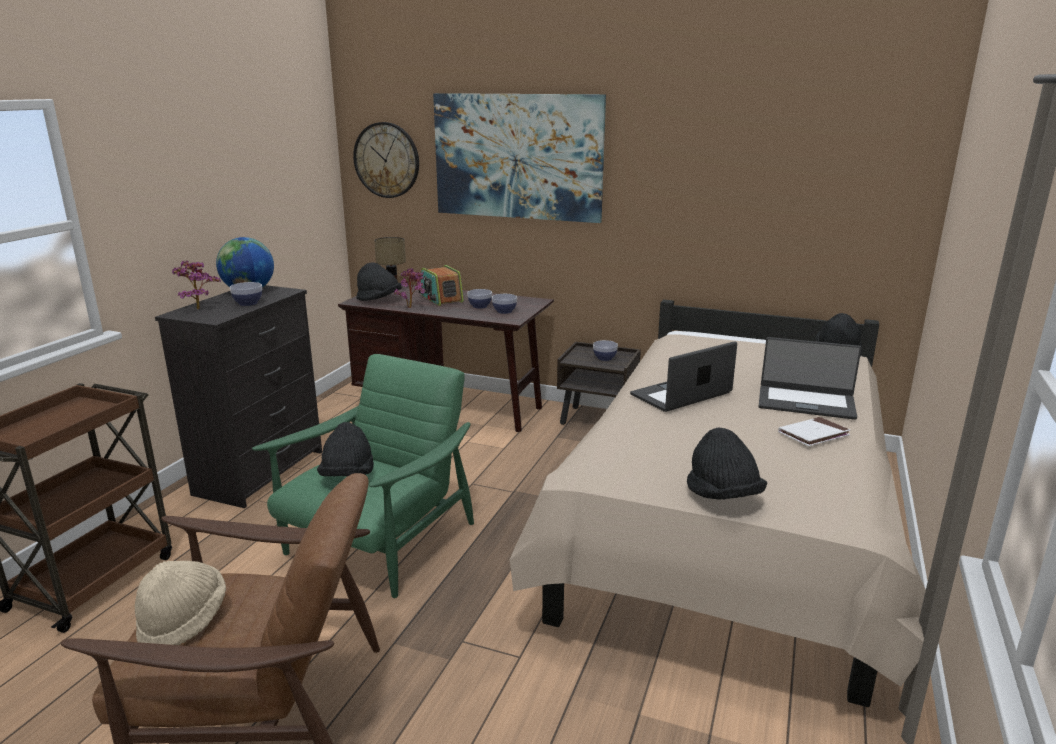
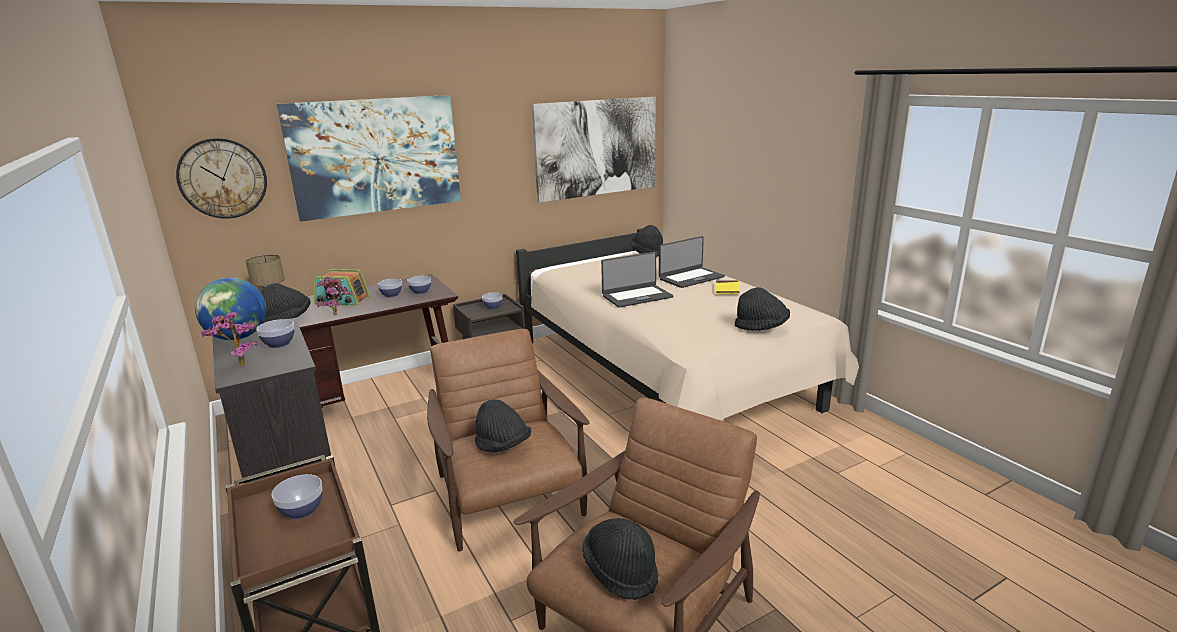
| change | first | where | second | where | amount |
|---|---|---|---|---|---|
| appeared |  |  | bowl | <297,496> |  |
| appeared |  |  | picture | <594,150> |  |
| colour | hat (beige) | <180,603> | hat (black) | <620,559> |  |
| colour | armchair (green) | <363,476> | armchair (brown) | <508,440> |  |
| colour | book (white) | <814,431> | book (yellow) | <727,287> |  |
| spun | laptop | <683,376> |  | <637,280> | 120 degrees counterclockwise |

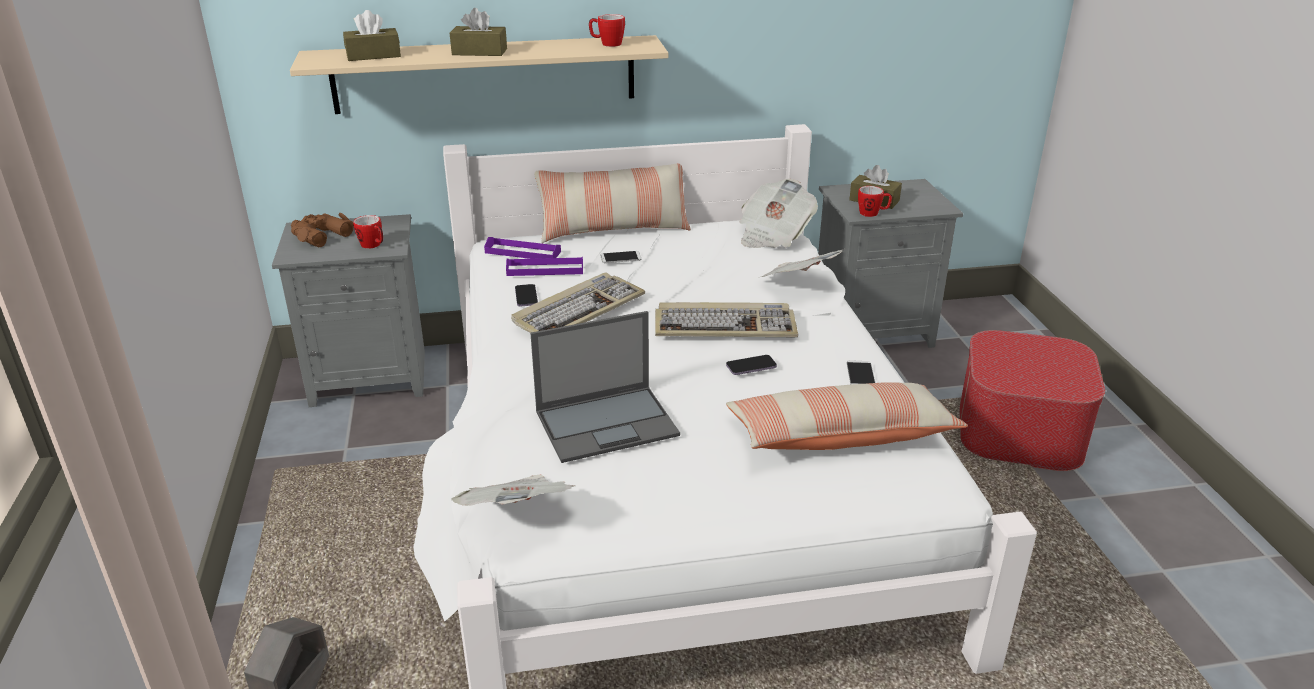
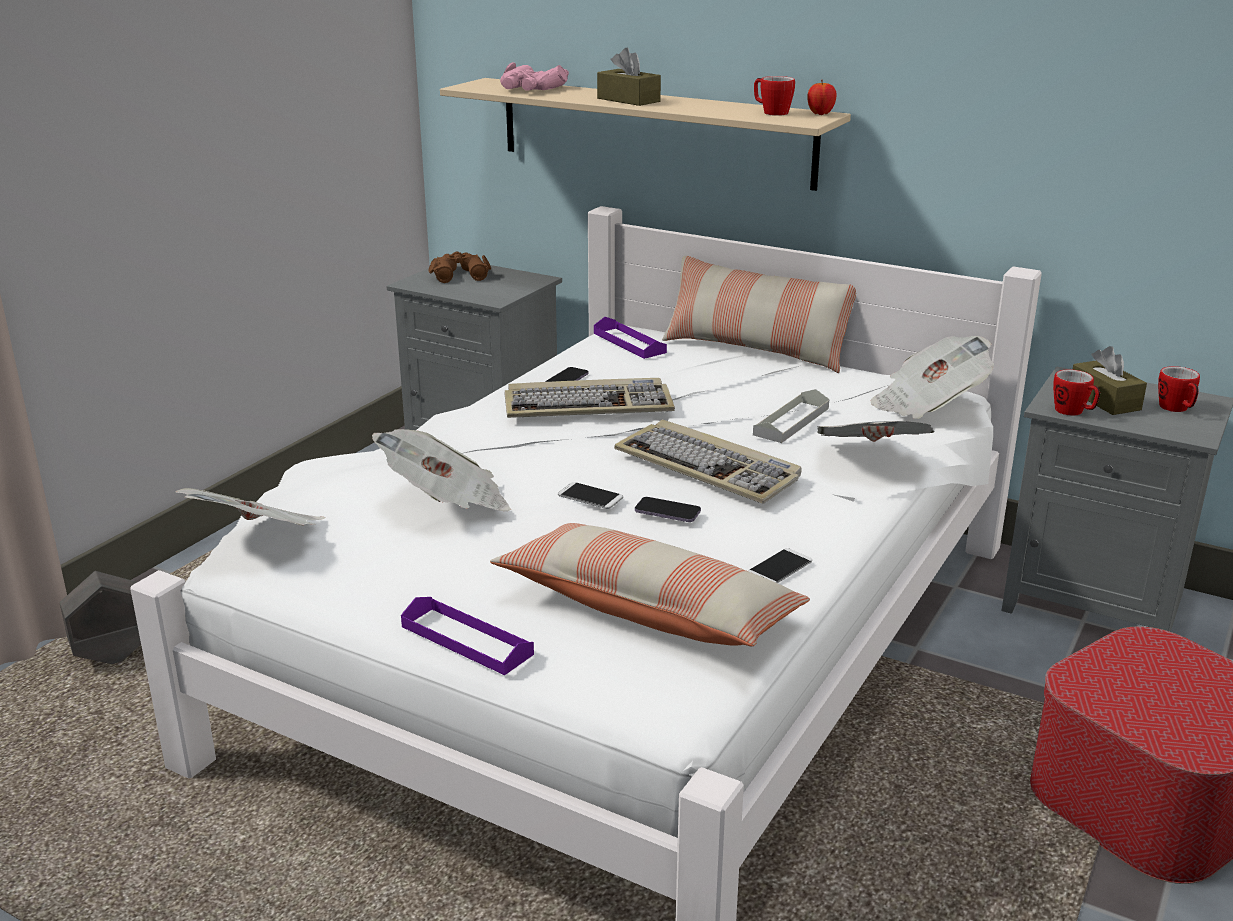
| change | first | where | second | where | amount |
|---|---|---|---|---|---|
| appeared |  |  | tray (grey) | <791,416> |  |
| appeared |  |  | apple | <822,97> |  |
| relocated | mug | <368,232> |  | <1179,389> |  |
| relocated | tray (purple) | <544,266> |  | <467,636> |  |
| relocated | phone | <620,257> |  | <590,495> |  |
| exchanged | tissue box (brown) | <372,35> | binoculars (pink) | <534,76> |  |
| exchanged | laptop | <605,387> | newspaper | <442,470> |  |

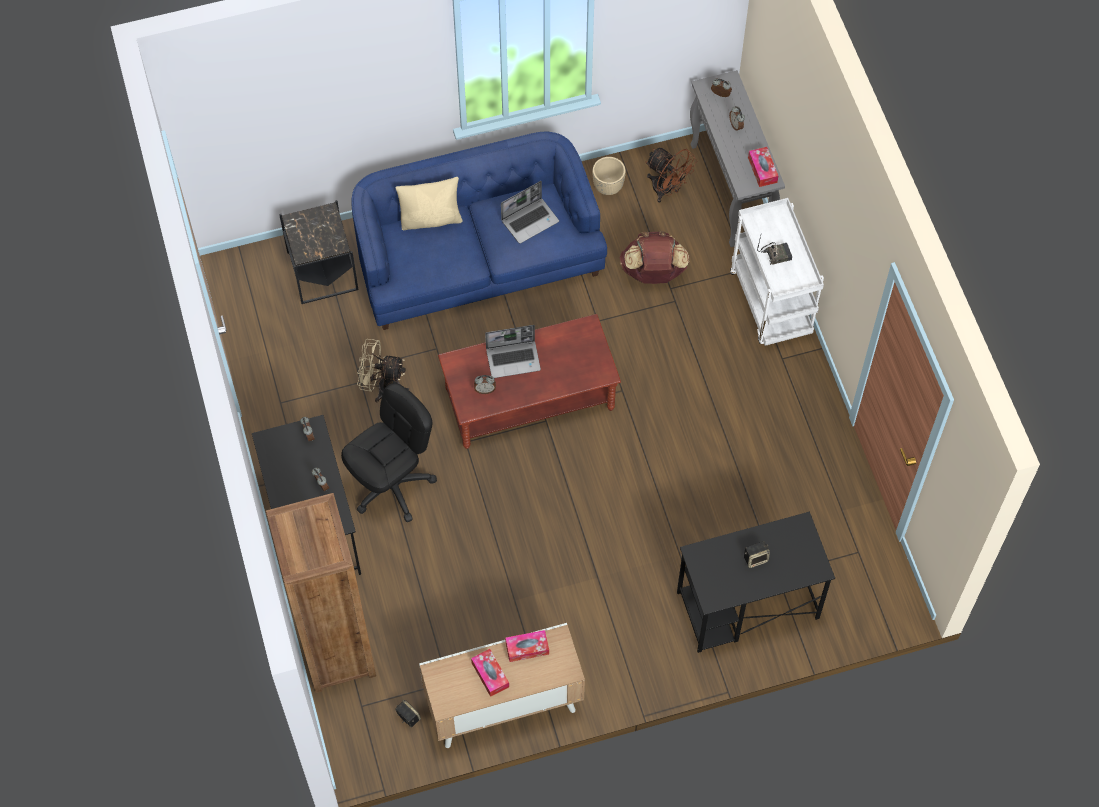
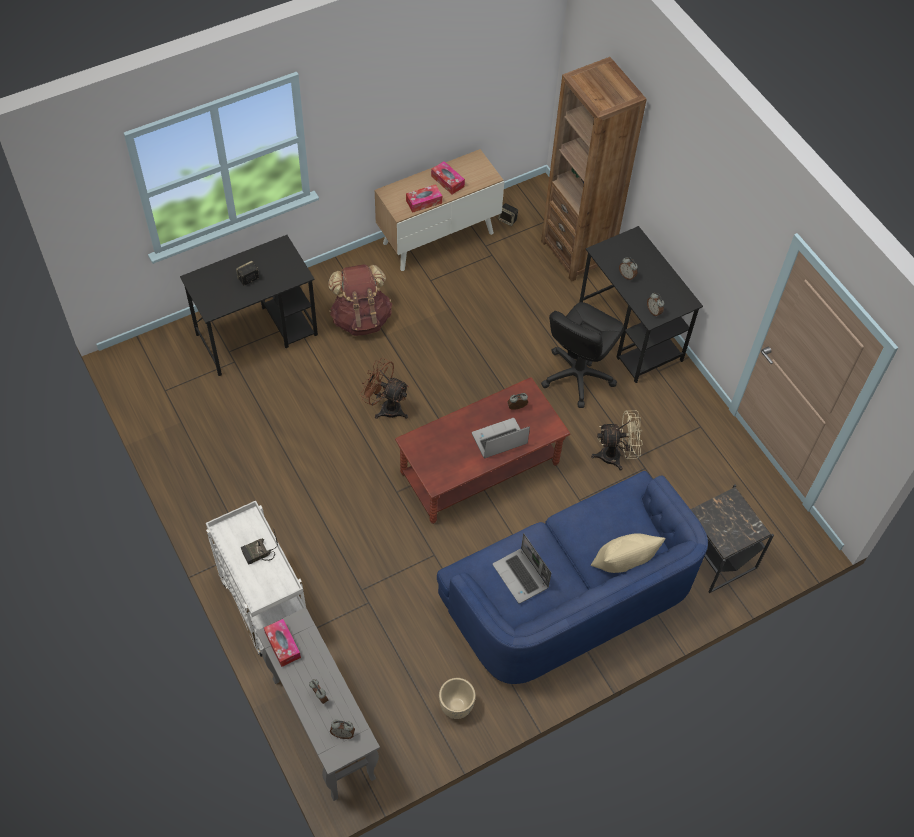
| change | first | where | second | where | amount |
|---|---|---|---|---|---|
| relocated | backpack (brown) | <655,257> |  | <360,300> |  |
| relocated | fan (brown) | <671,175> |  | <384,388> |  |
| spun | laptop | <530,212> |  | <522,569> | 75 degrees counterclockwise |

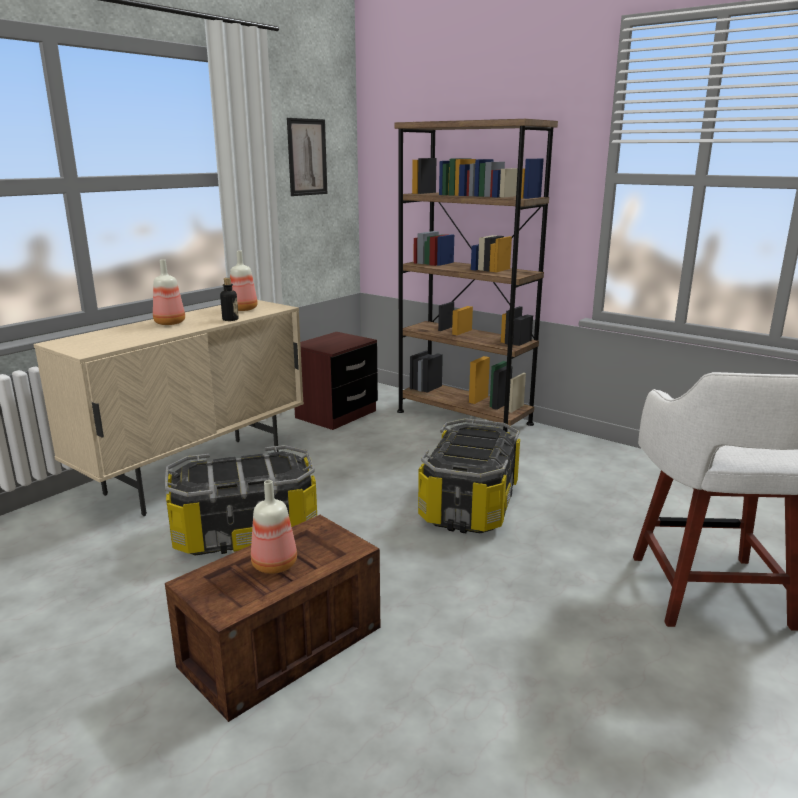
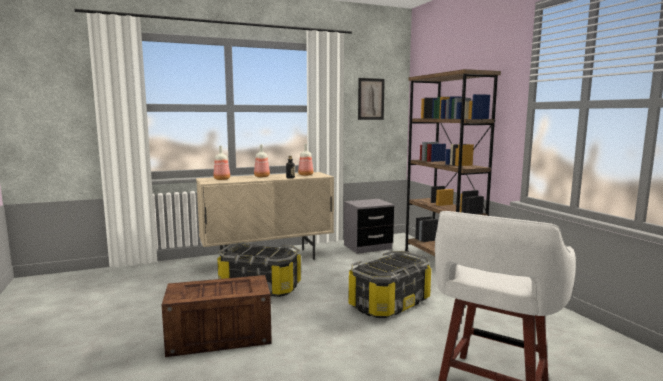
| change | first | where | second | where | amount |
|---|---|---|---|---|---|
| relocated | bottle | <274,527> |  | <221,163> |  |
| colour | nightstand (brown) | <336,381> | nightstand (grey) | <369,226> |  |

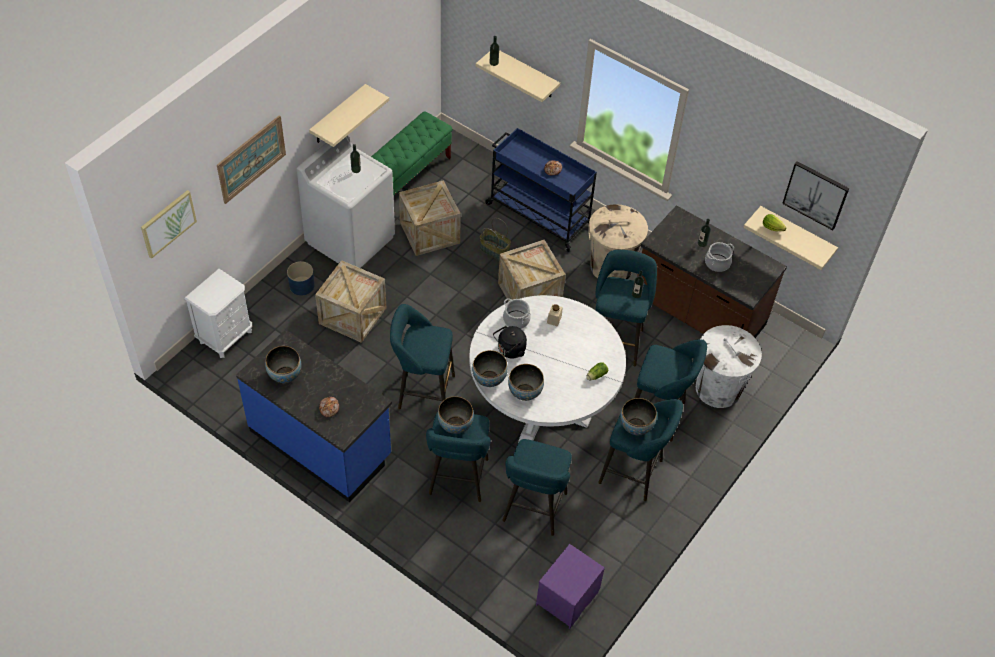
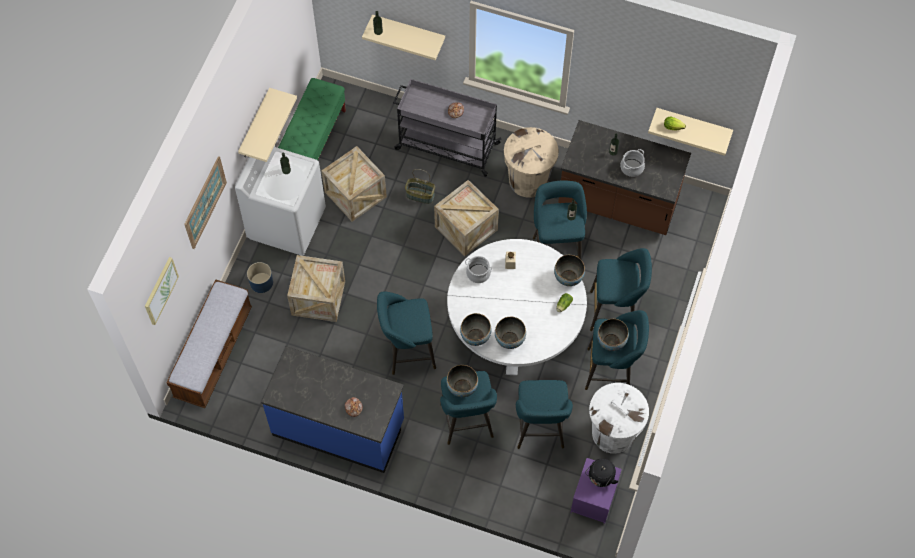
| change | first | where | second | where | amount |
|---|---|---|---|---|---|
| missing | picture | <815,195> |  |  |  |
| relocated | bowl | <283,364> |  | <569,270> |  |
| relocated | kettle (black) | <510,342> |  | <601,472> |  |
| relocated | trash can (white) | <729,366> |  | <619,418> |  |
| exchanged | nightstand (white) | <218,313> | bench | <209,343> |  |
| colour | cart (blue) | <541,190> | cart (grey) | <447,128> |  |

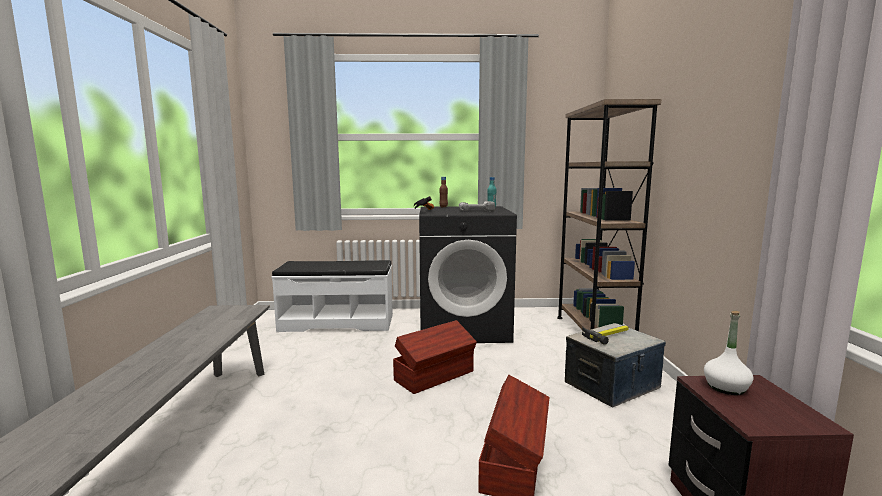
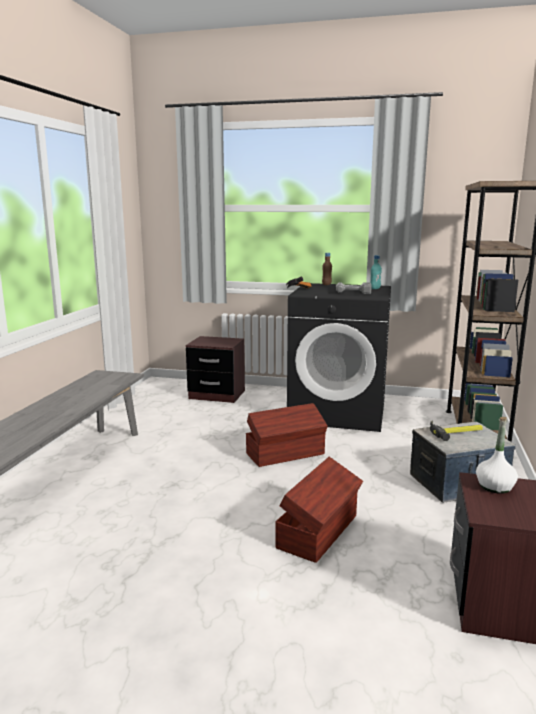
| change | first | where | second | where | amount |
|---|---|---|---|---|---|
| exchanged | bench (white) | <332,296> | nightstand (brown) | <215,369> |  |

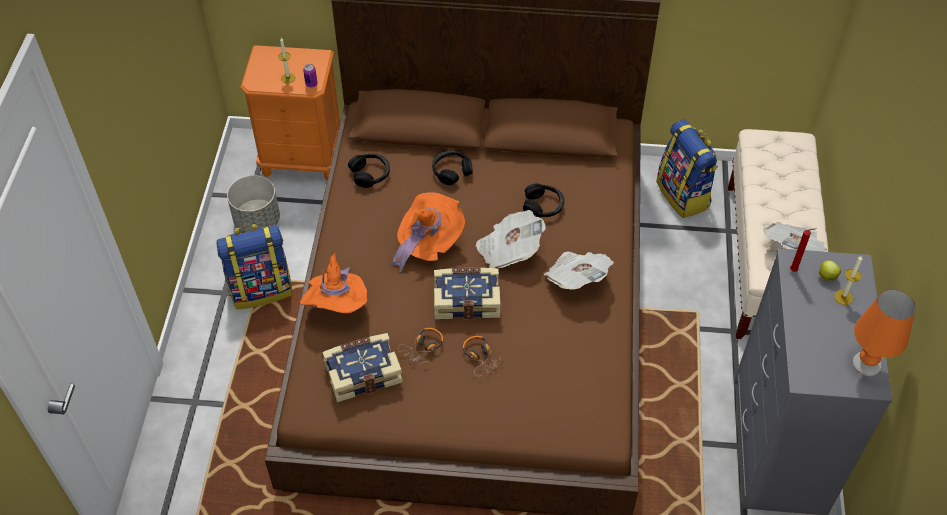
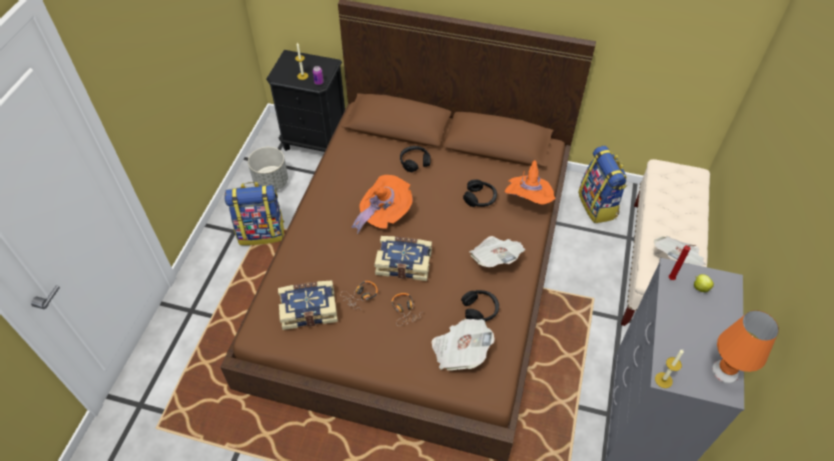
| change | first | where | second | where | amount |
|---|---|---|---|---|---|
| relocated | hat (orange) | <333,283> |  | <529,182> |  |
| relocated | headphones (black) | <369,171> |  | <480,305> |  |
| relocated | newspaper | <511,239> |  | <462,344> |  |
| relocated | candle | <848,280> |  | <669,369> |  |
| colour | nightstand (orange) | <290,112> | nightstand (black) | <305,101> |  |

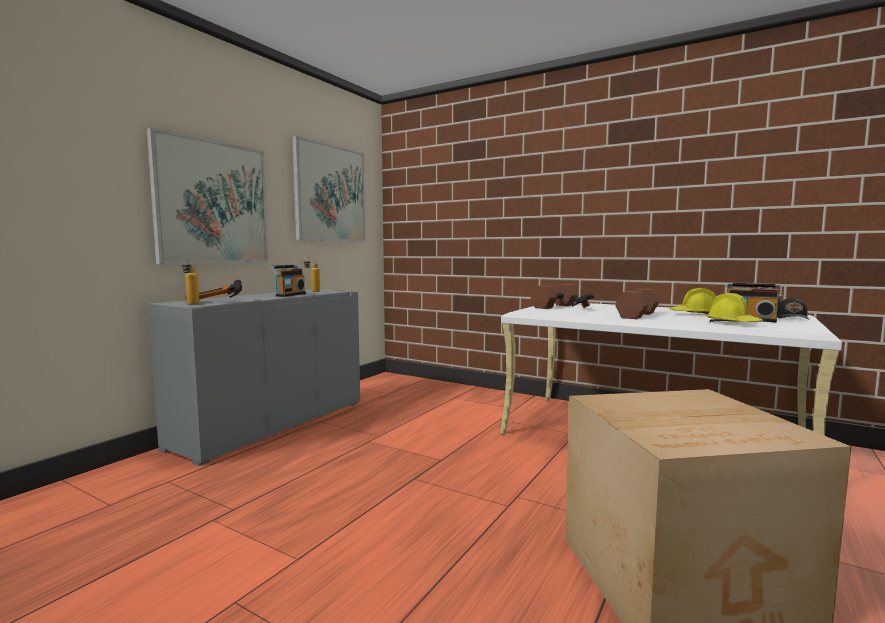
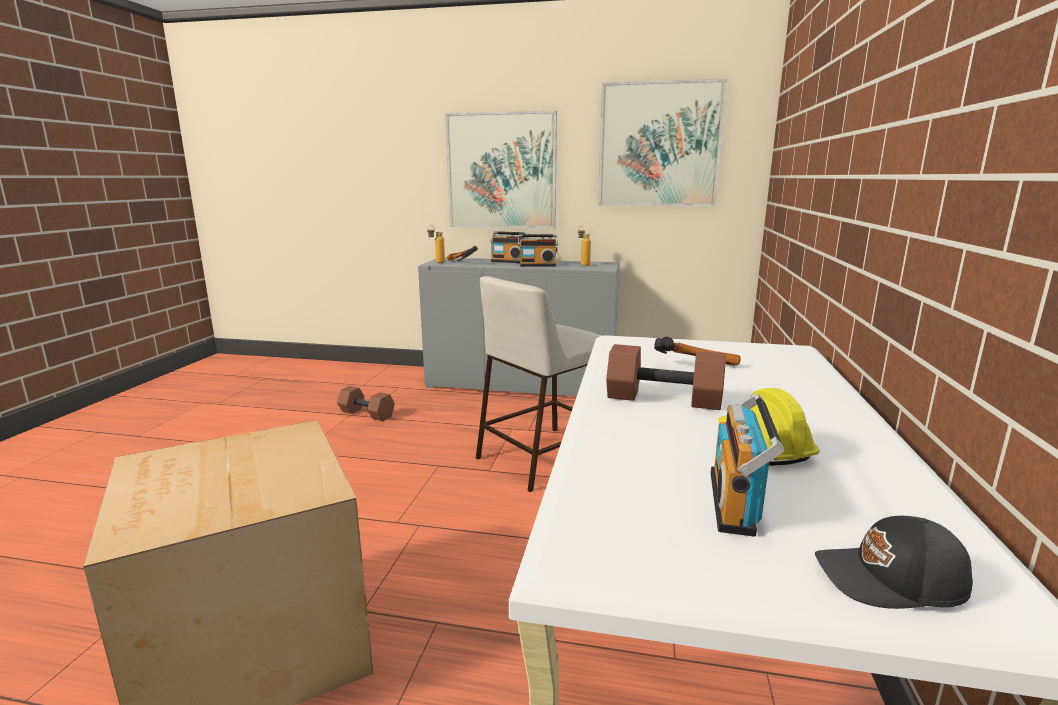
| change | first | where | second | where | amount |
|---|---|---|---|---|---|
| missing | hard hat (yellow) | <735,307> |  |  |  |
| appeared |  |  | stool (beige) | <539,384> |  |
| appeared |  |  | radio | <509,247> |  |
| relocated | dumbbell (brown) | <554,296> |  | <366,403> |  |

